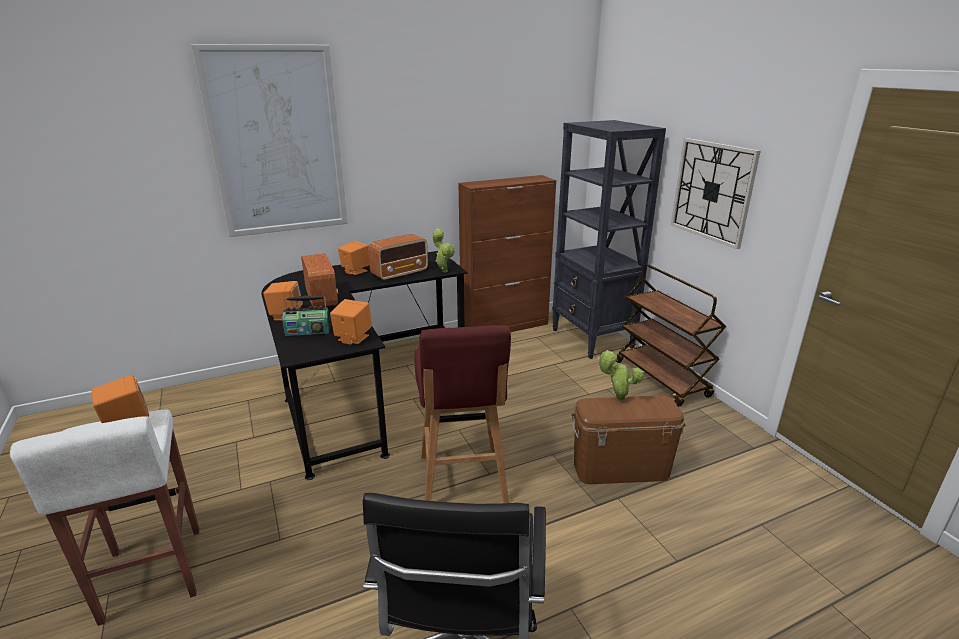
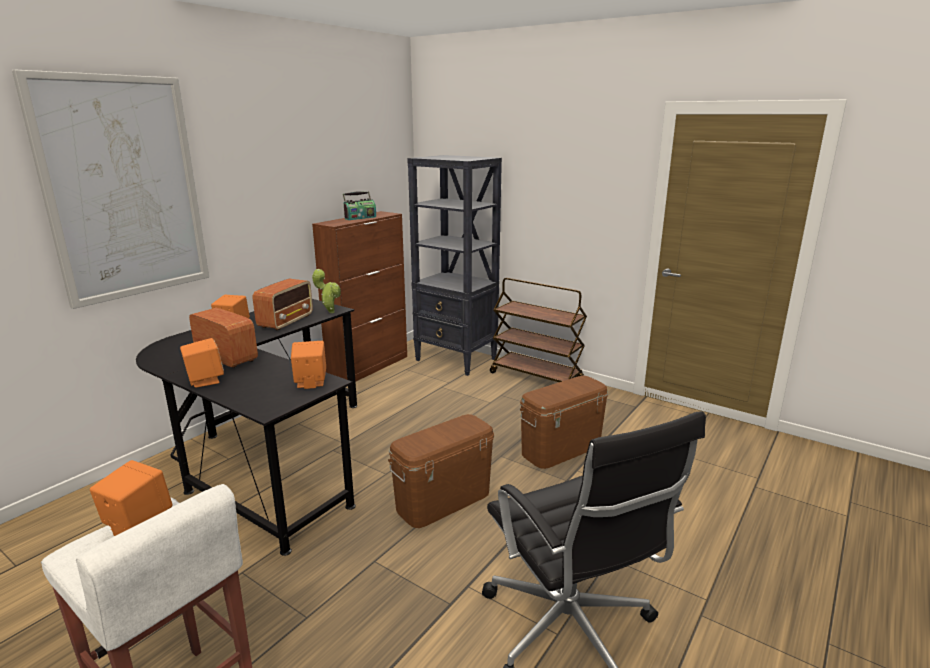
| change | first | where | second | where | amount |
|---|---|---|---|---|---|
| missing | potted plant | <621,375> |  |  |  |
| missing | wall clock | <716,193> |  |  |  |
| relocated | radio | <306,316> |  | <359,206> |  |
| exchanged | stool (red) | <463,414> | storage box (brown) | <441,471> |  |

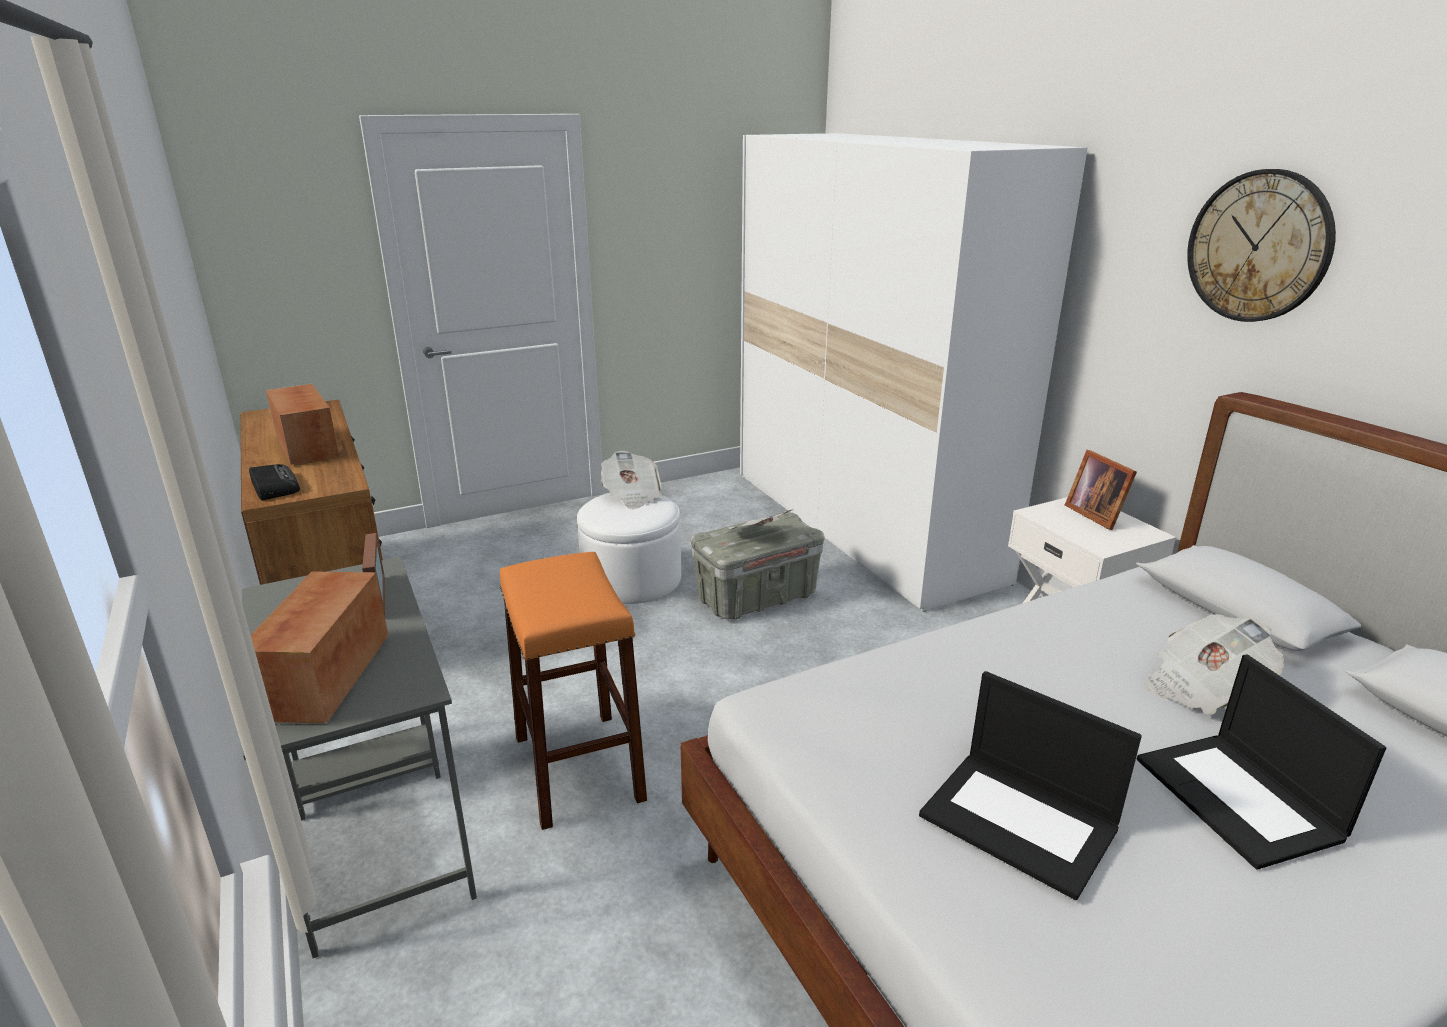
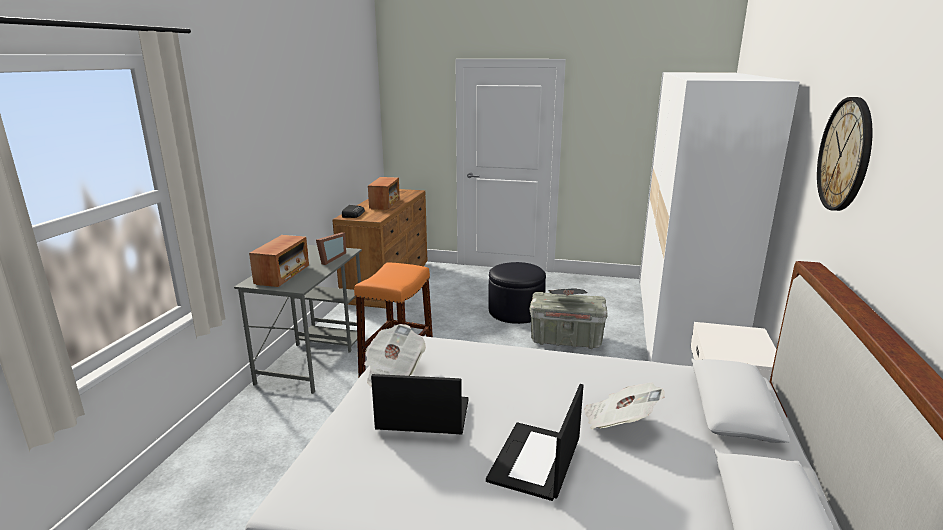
| change | first | where | second | where | amount |
|---|---|---|---|---|---|
| missing | picture frame | <1101,490> |  |  |  |
| relocated | newspaper | <631,480> |  | <395,355> |  |
| colour | ottoman (white) | <629,548> | ottoman (black) | <517,293> |  |
| spun | radio | <319,647> |  | <279,261> | 150 degrees clockwise |
| spun | laptop | <1030,785> |  | <420,404> | 105 degrees clockwise |

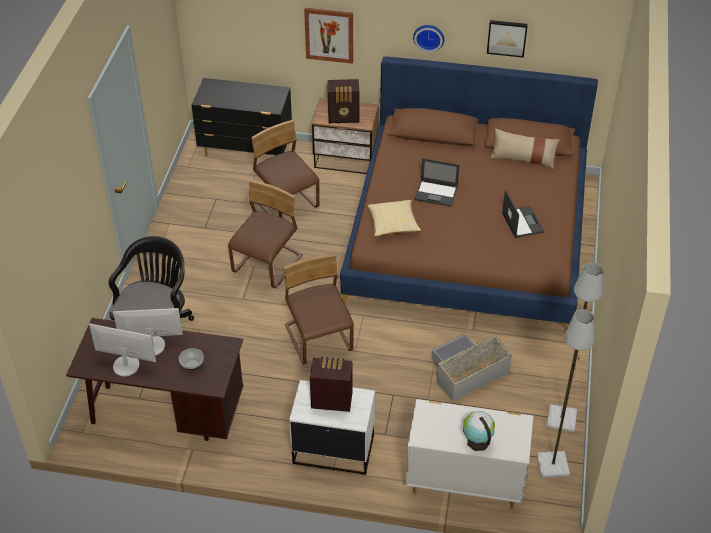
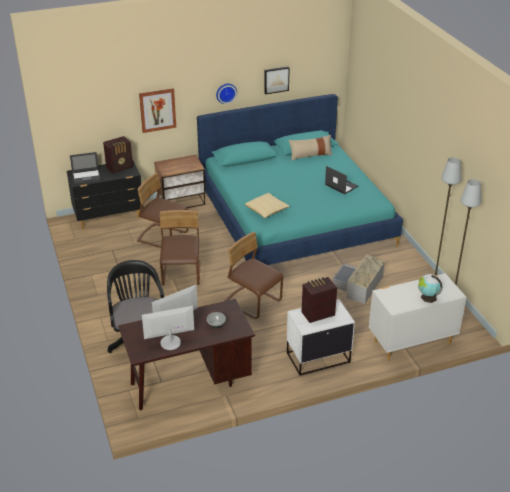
| change | first | where | second | where | amount |
|---|---|---|---|---|---|
| relocated | radio | <343,101> |  | <118,155> |  |
| relocated | laptop | <436,182> |  | <85,168> |  |
| colour | bed (brown) | <469,193> | bed (turquoise) | <300,179> |  |

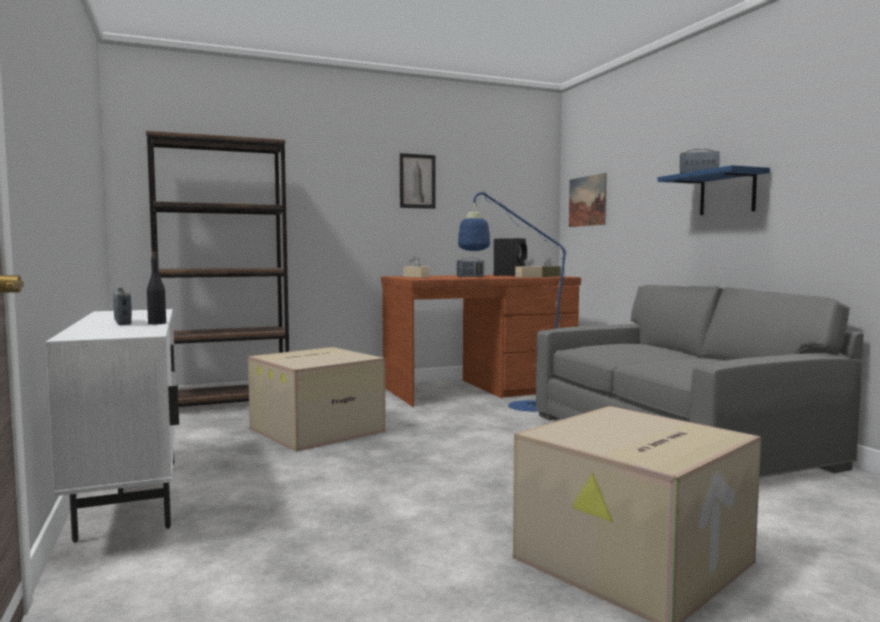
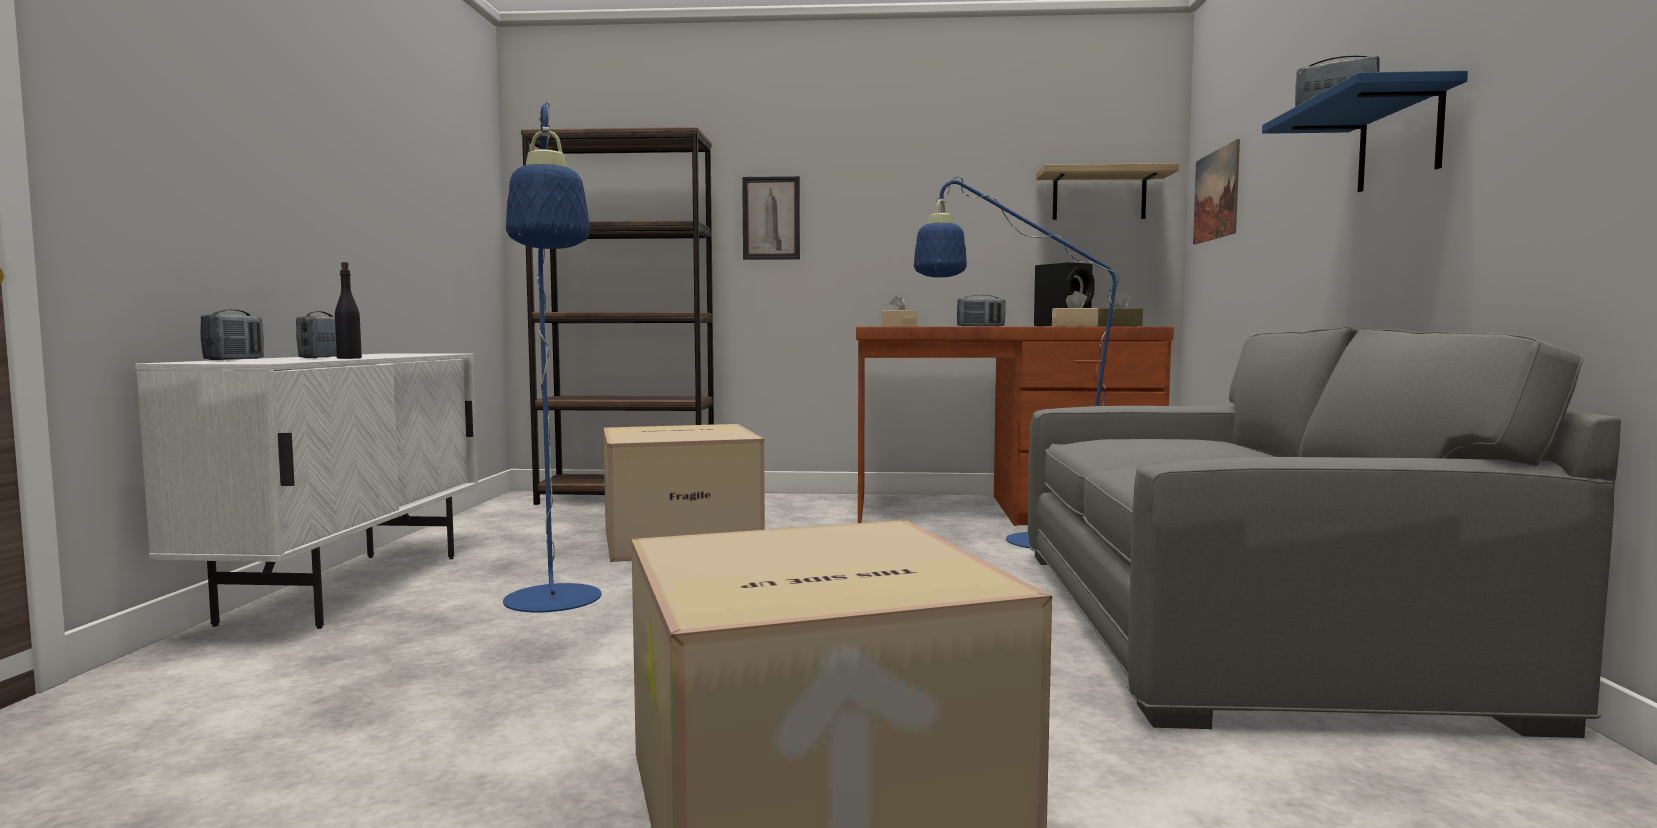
| change | first | where | second | where | amount |
|---|---|---|---|---|---|
| appeared |  |  | radio | <232,334> |  |
| appeared |  |  | floor lamp (blue) | <552,357> |  |
| appeared |  |  | shelf | <1107,191> |  |
| relocated | picture | <417,181> |  | <771,218> |  |

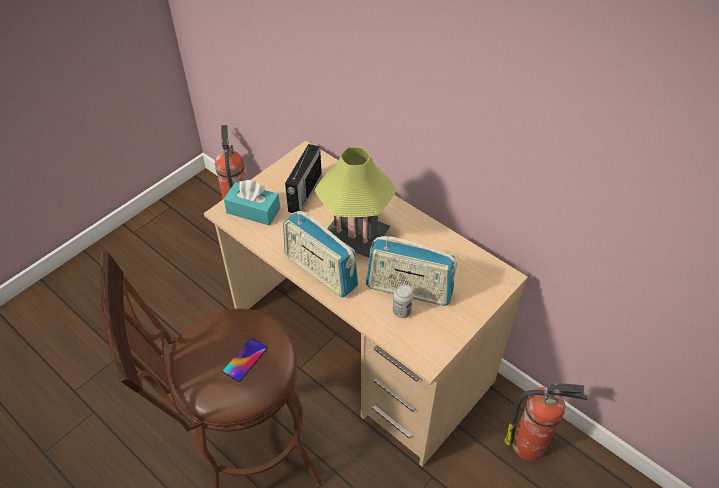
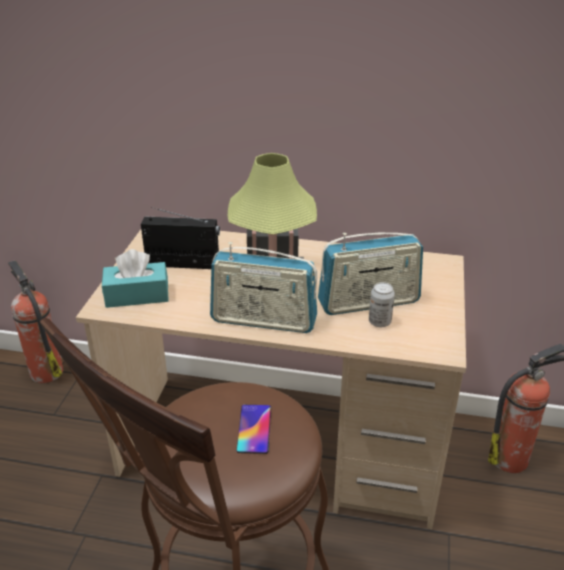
| change | first | where | second | where | amount |
|---|---|---|---|---|---|
| spun | radio | <303,178> |  | <180,238> | 75 degrees counterclockwise |

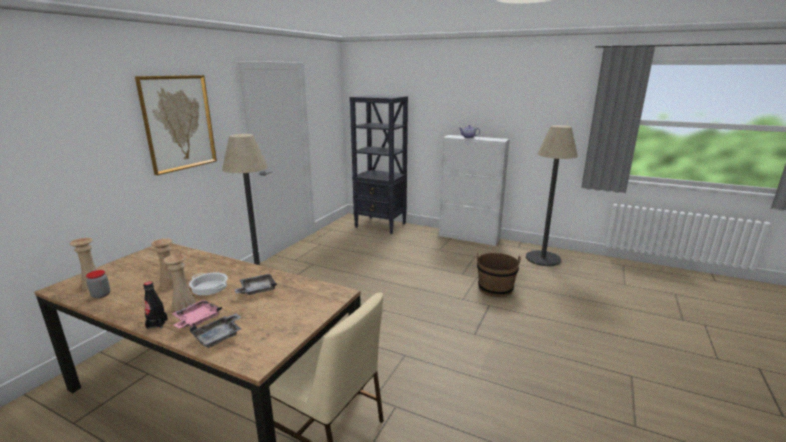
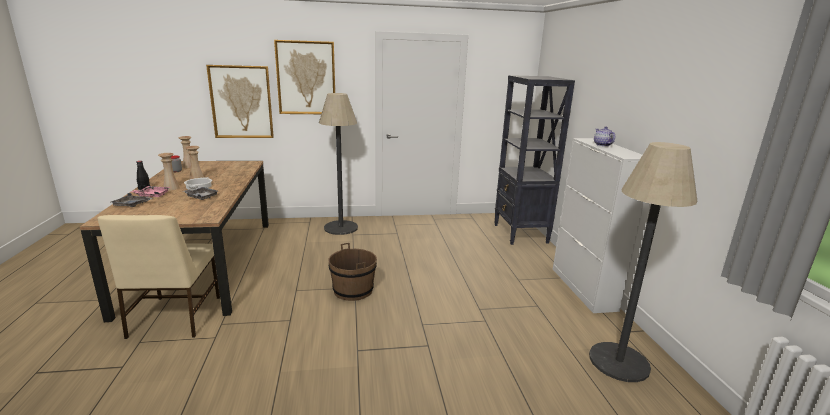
| change | first | where | second | where | amount |
|---|---|---|---|---|---|
| appeared |  |  | picture | <240,101> |  |
| relocated | bucket (brown) | <499,275> |  | <352,272> |  |

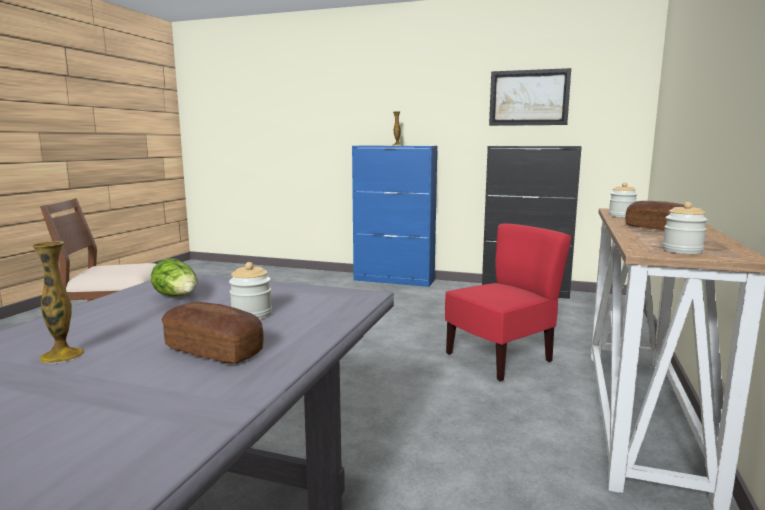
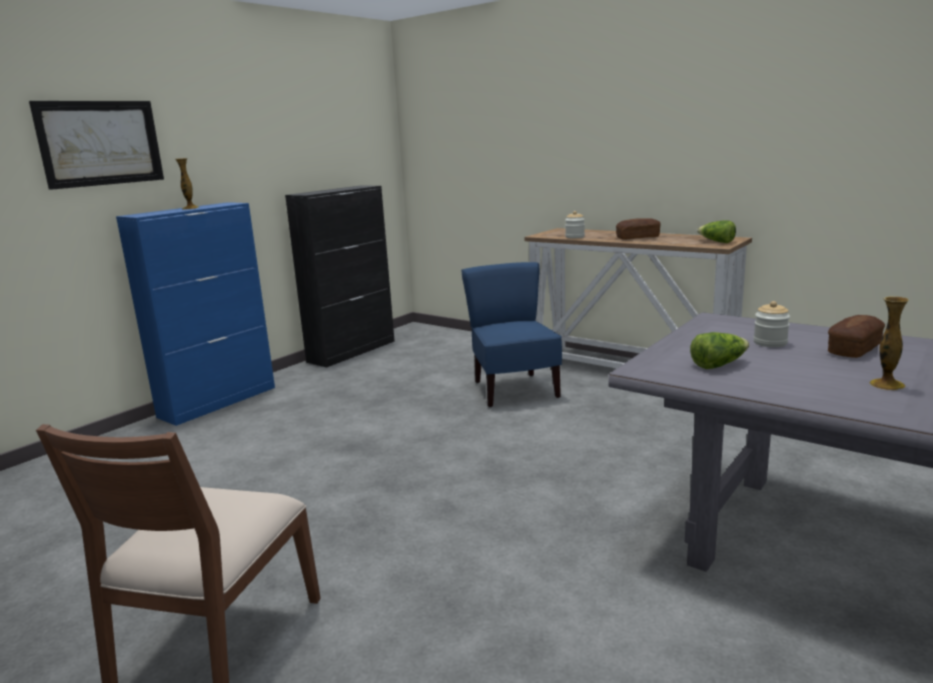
| change | first | where | second | where | amount |
|---|---|---|---|---|---|
| relocated | picture | <530,97> |  | <96,145> |  |
| exchanged | jar | <685,228> | lettuce | <716,232> |  |
| colour | chair (red) | <508,303> | chair (blue) | <511,334> |  |

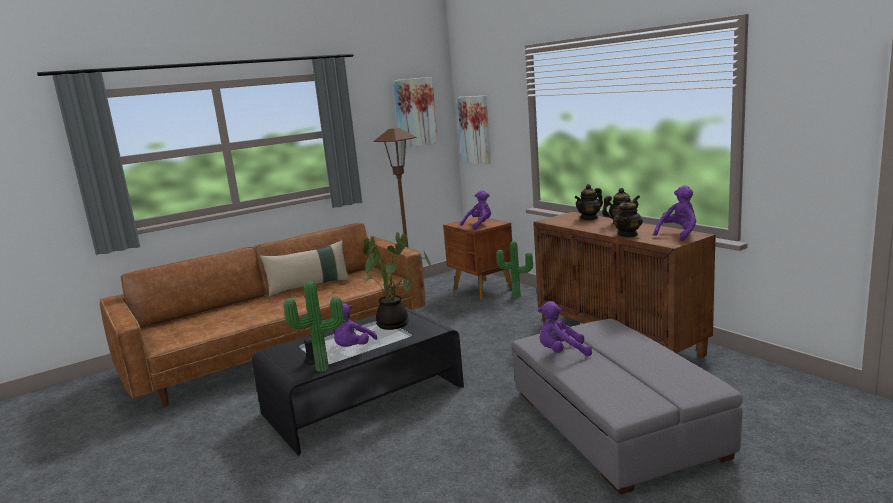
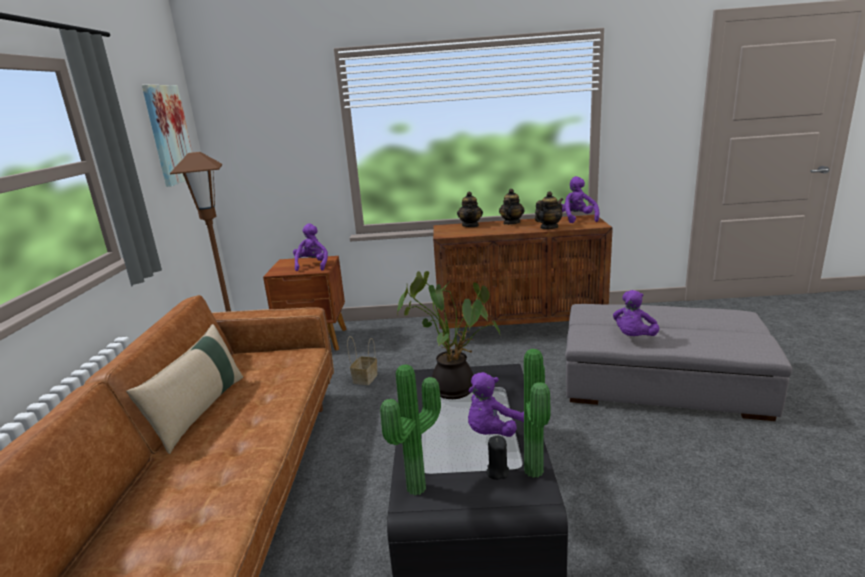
| change | first | where | second | where | amount |
|---|---|---|---|---|---|
| missing | picture | <474,130> |  |  |  |
| appeared |  |  | basket | <362,360> |  |
| relocated | potted plant | <514,269> |  | <410,430> |  |
| spun | plush toy (purple) | <355,325> |  | <496,404> | 75 degrees clockwise |
| spun | teapot | <628,216> |  | <549,210> | 105 degrees counterclockwise |

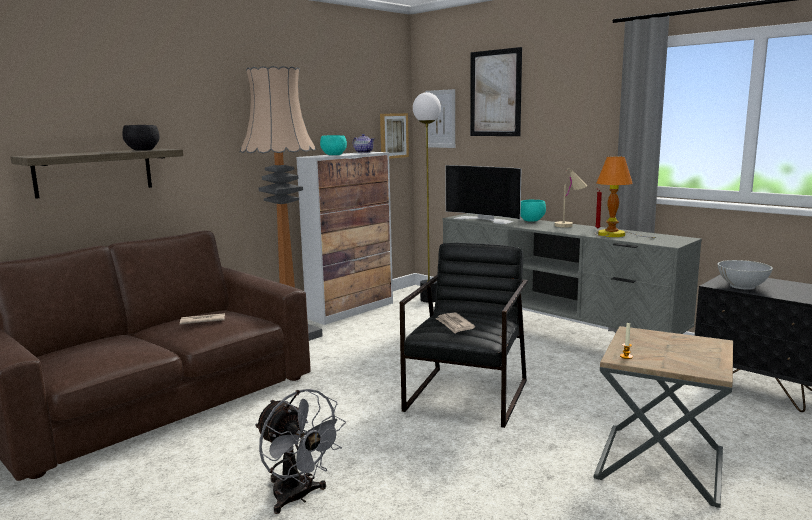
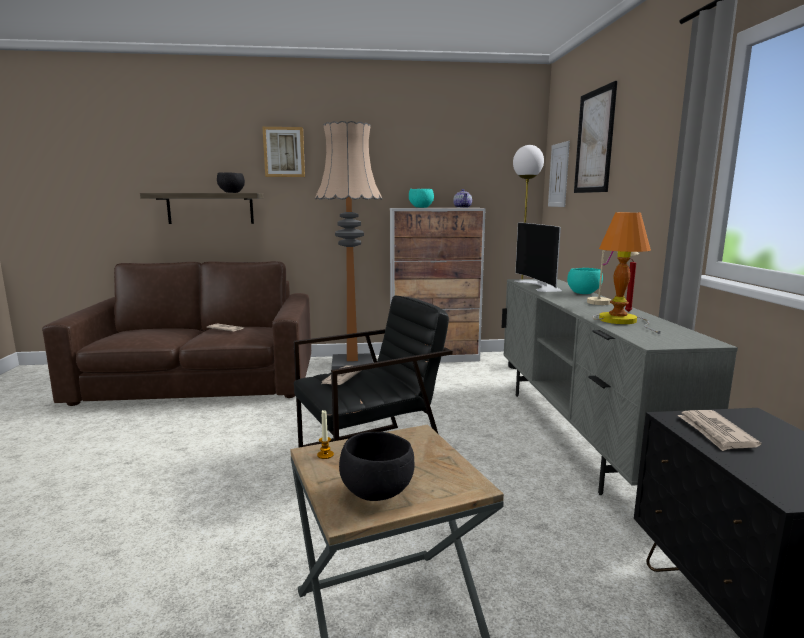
| change | first | where | second | where | amount |
|---|---|---|---|---|---|
| missing | fan (grey) | <300,451> |  |  |  |
| appeared |  |  | bowl (black) | <377,466> |  |
| relocated | picture | <394,136> |  | <284,152> |  |
| exchanged | bowl (white) | <745,275> | newspaper | <719,430> |  |

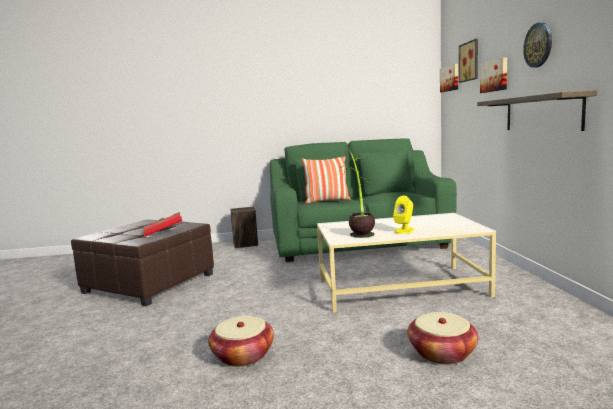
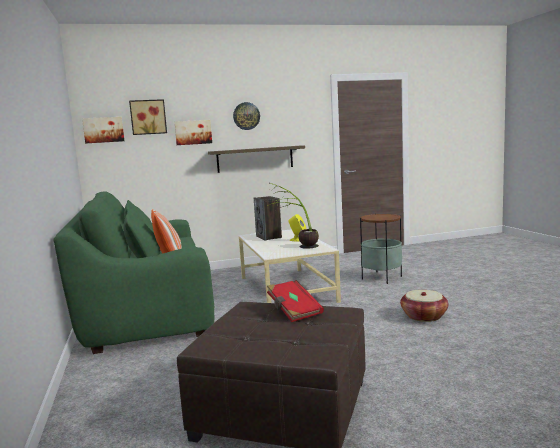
| change | first | where | second | where | amount |
|---|---|---|---|---|---|
| relocated | speaker | <244,227> |  | <268,218> |  |
| exchanged | basket | <443,338> | side table | <381,249> |  |

